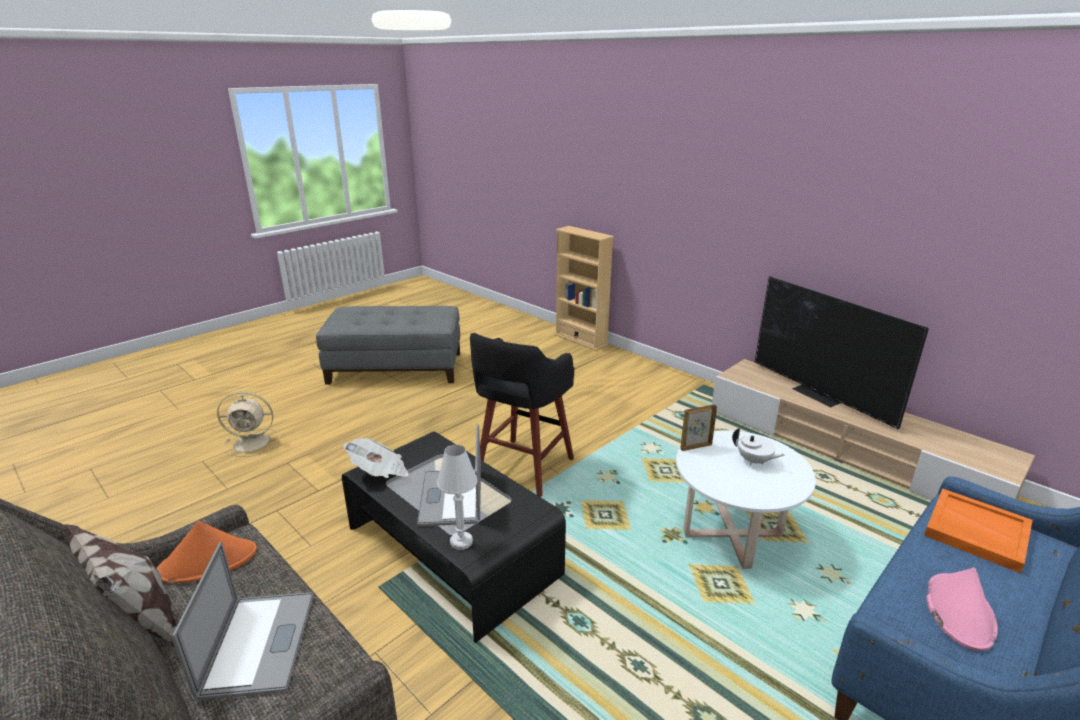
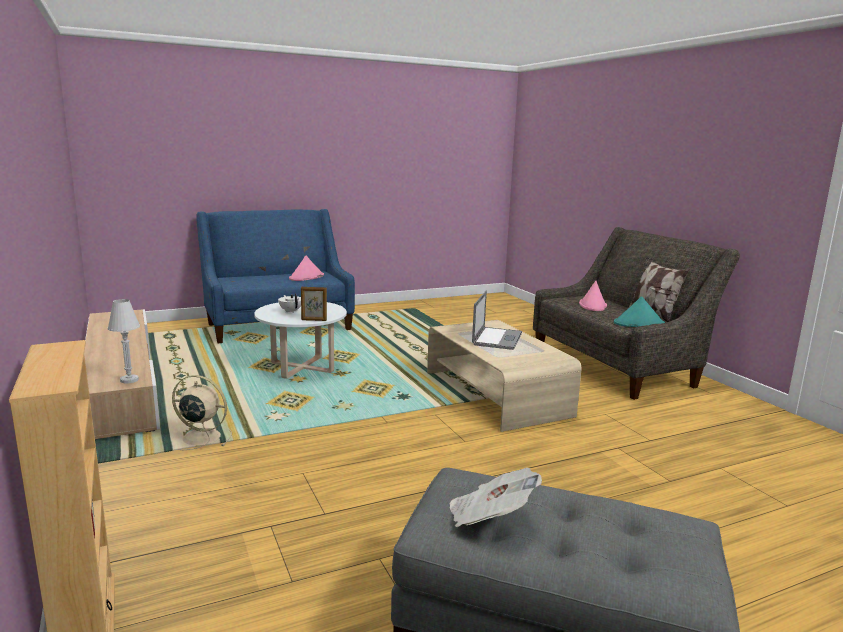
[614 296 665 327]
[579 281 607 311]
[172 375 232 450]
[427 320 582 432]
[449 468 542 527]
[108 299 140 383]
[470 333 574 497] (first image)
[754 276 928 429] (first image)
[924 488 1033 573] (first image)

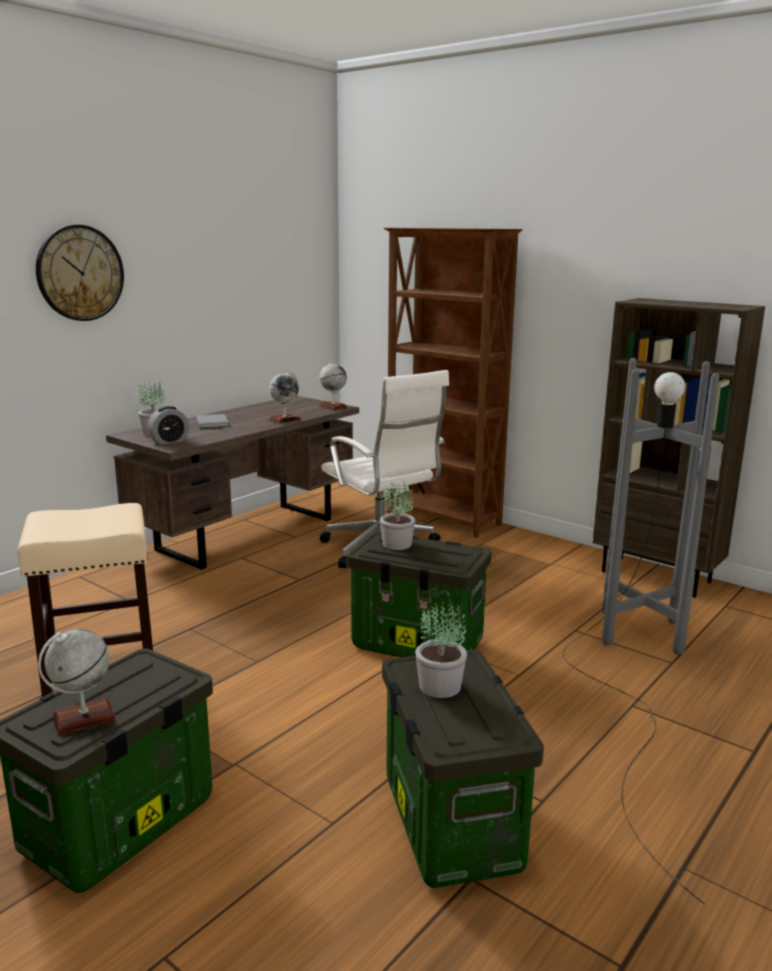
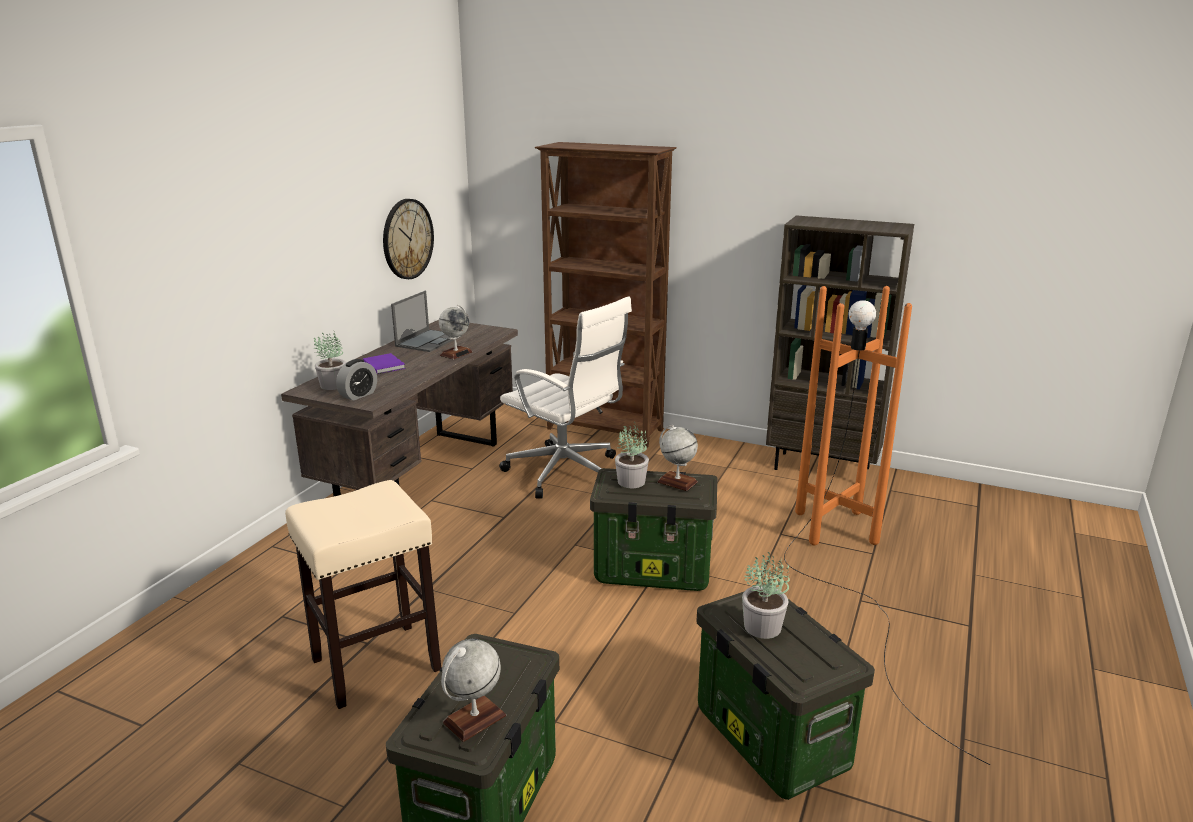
[383 199 434 279]
[363 353 406 374]
[657 425 698 491]
[784 286 990 765]
[391 291 462 352]

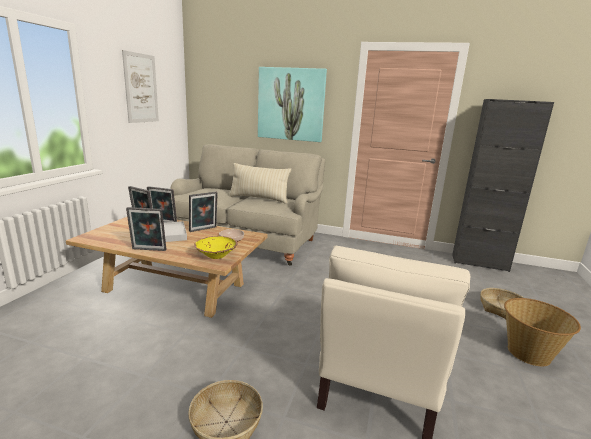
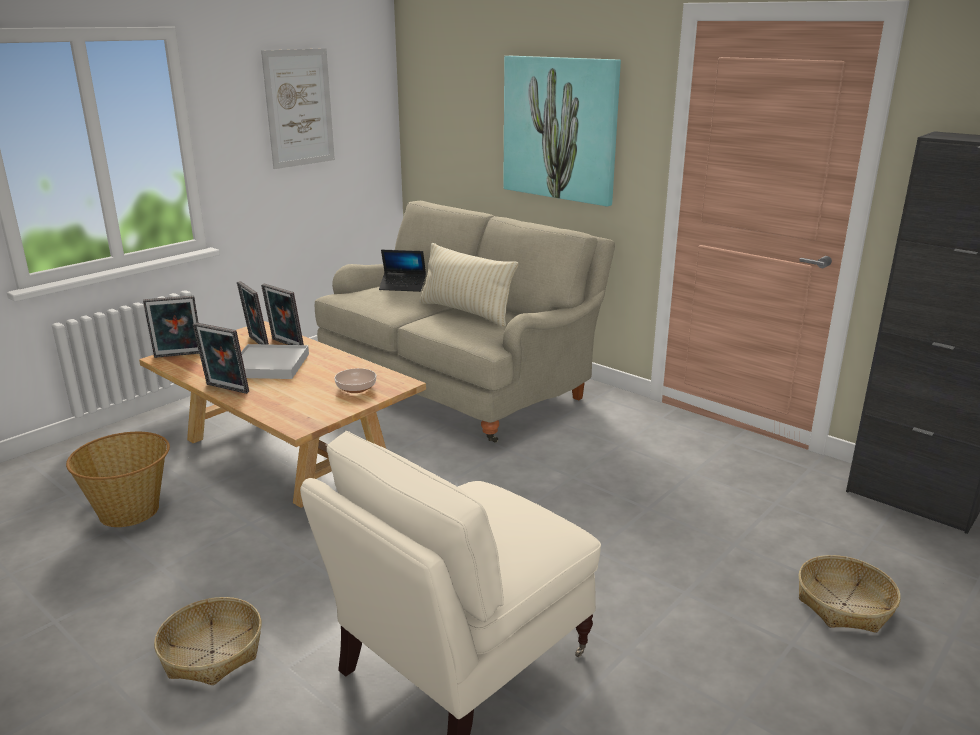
[143 295 199 358]
[194 236 238 259] (first image)
[66 432 170 527]
[379 250 426 292]

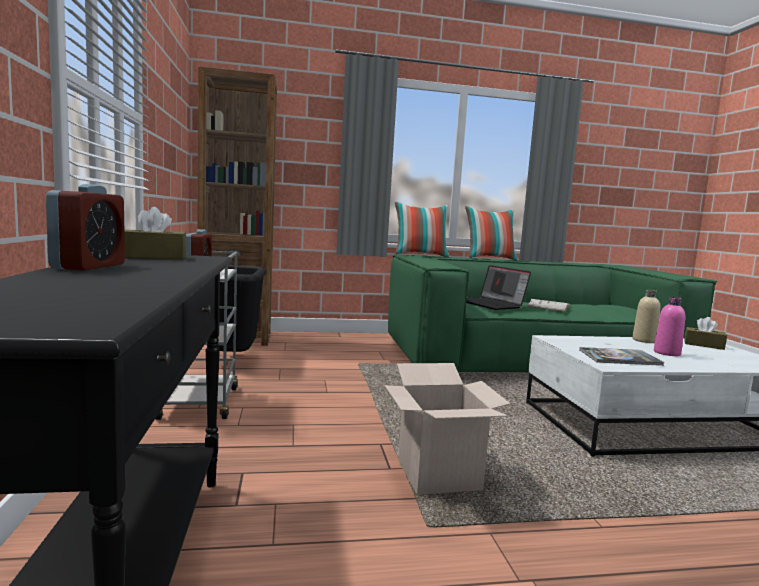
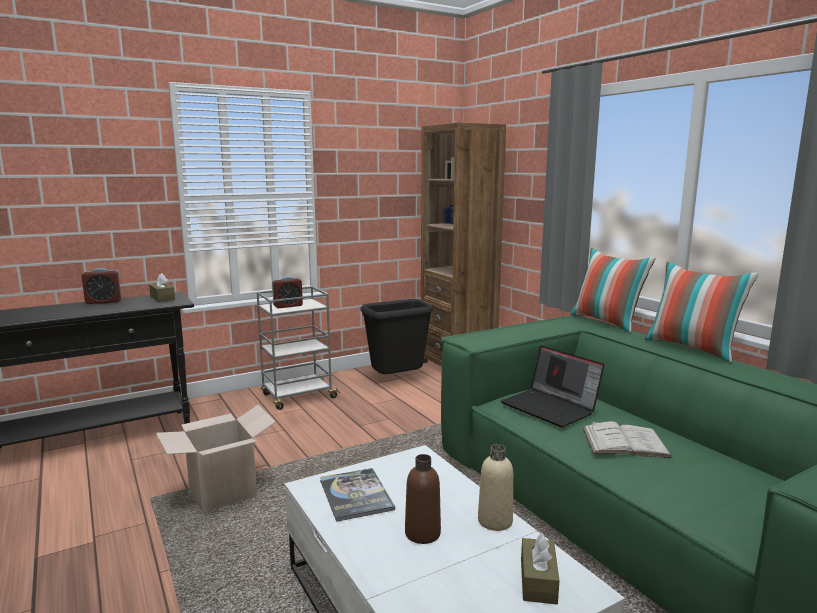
[501 346 604 427]
[405 454 441 544]

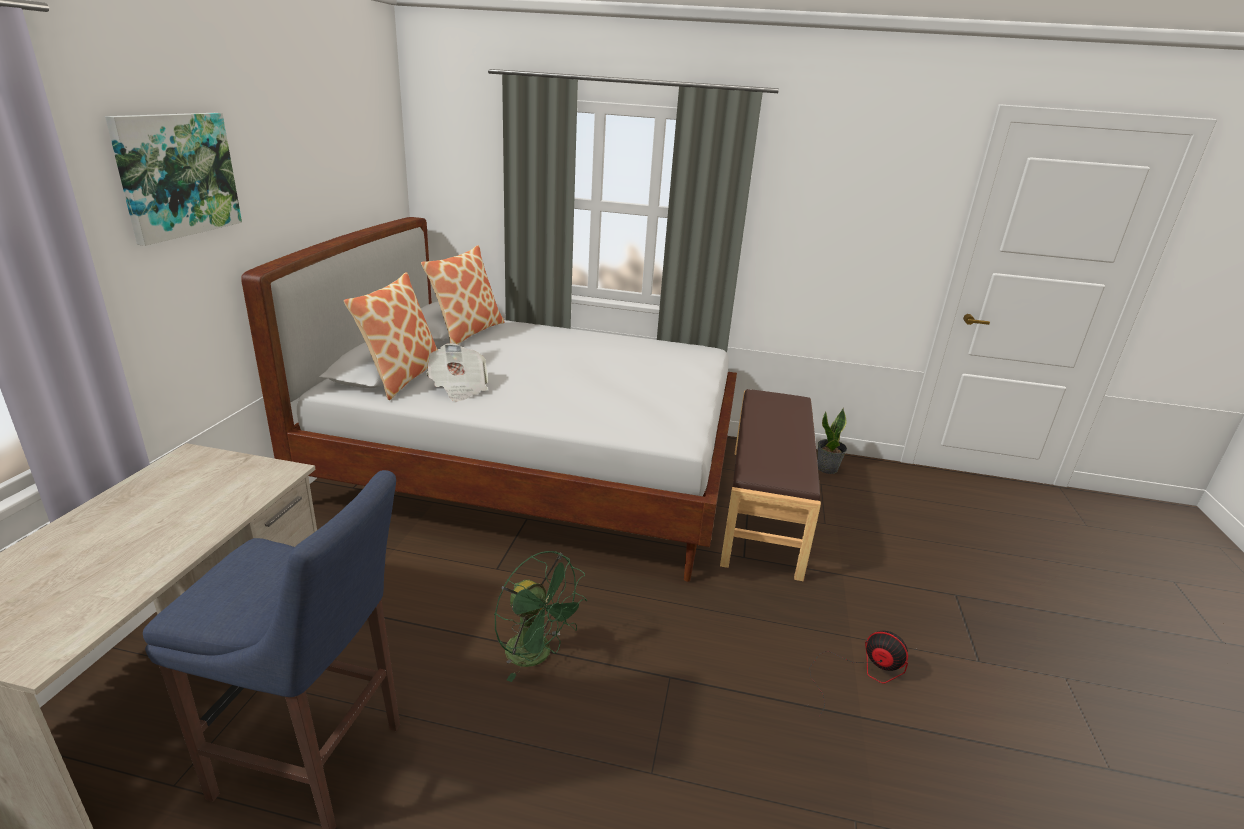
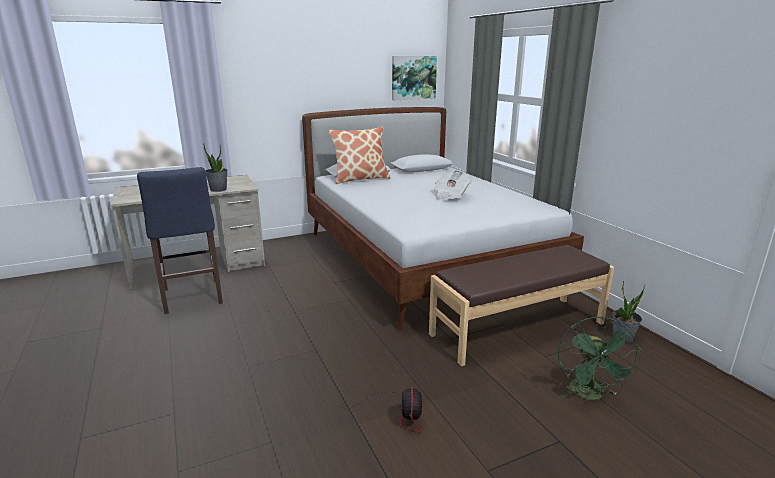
[392 56 437 100]
[421 245 505 344] (first image)
[435 170 472 200]
[558 316 642 400]
[203 143 228 192]

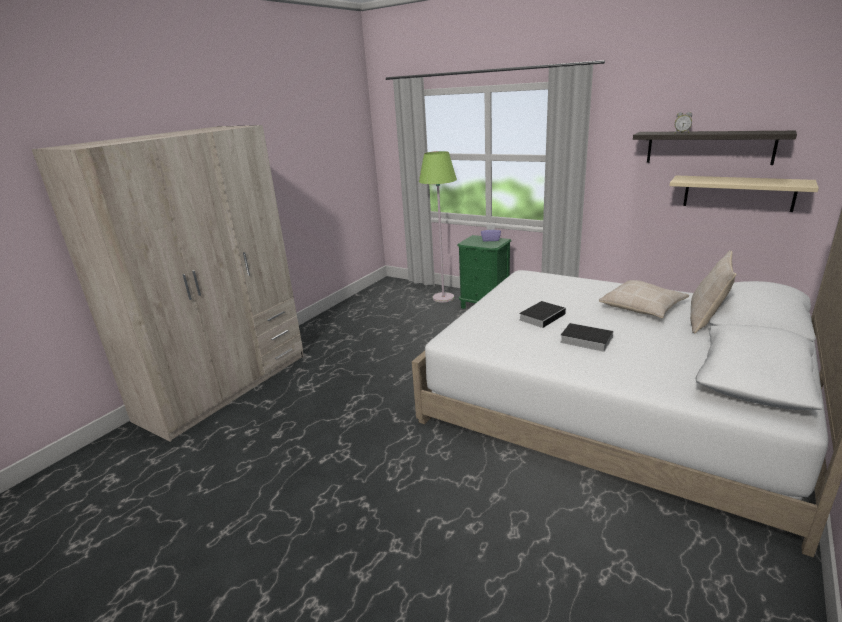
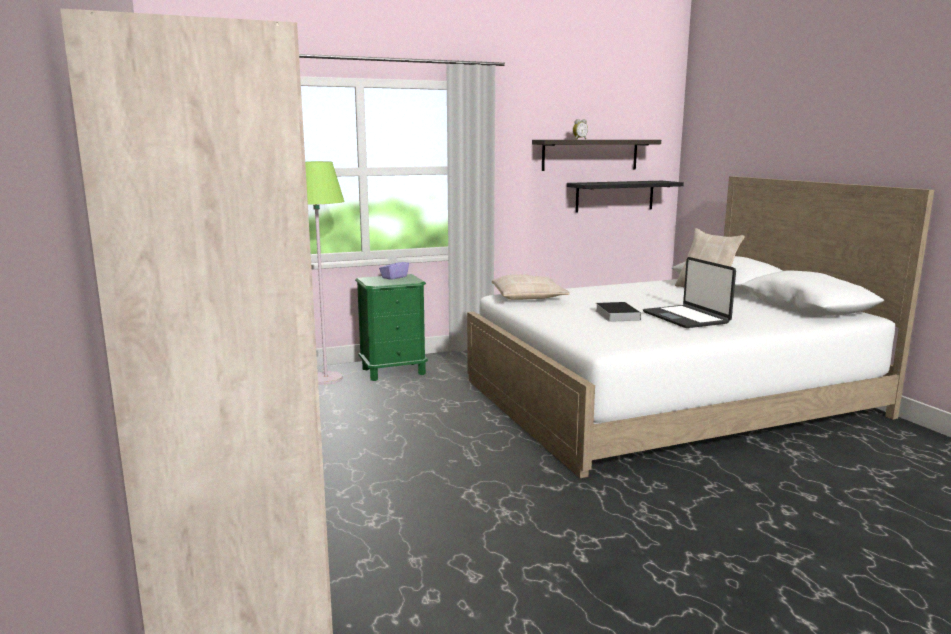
[643 257 736 328]
[492 274 570 300]
[567 181 684 212]

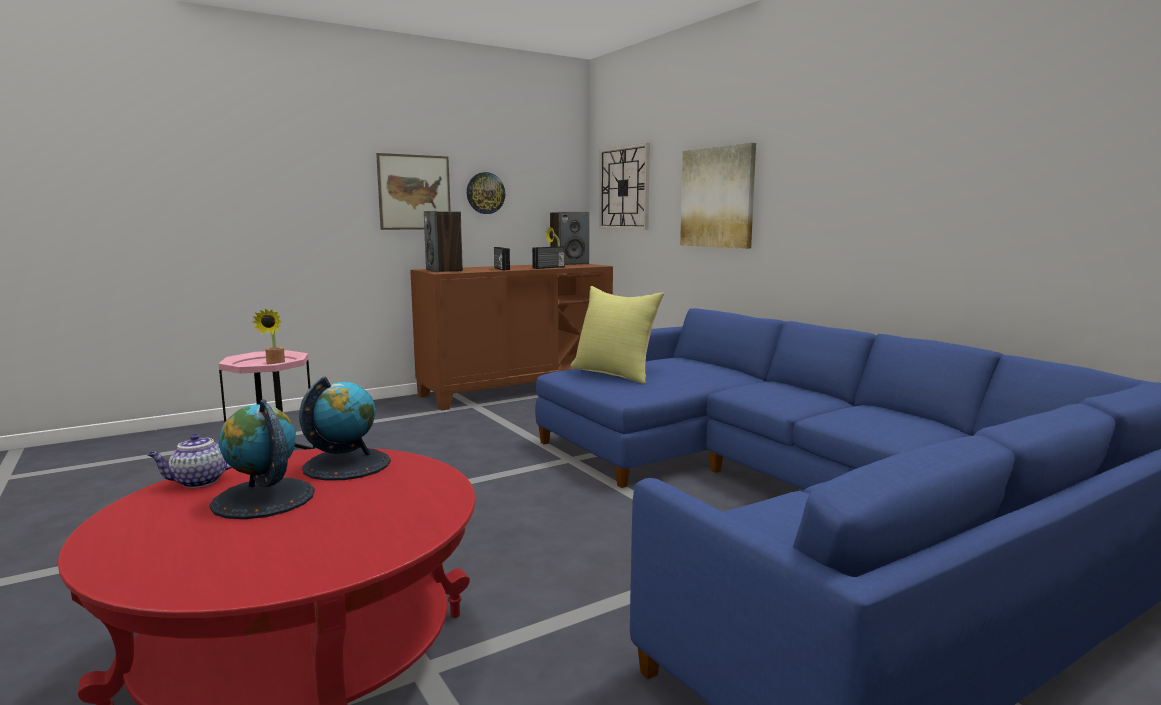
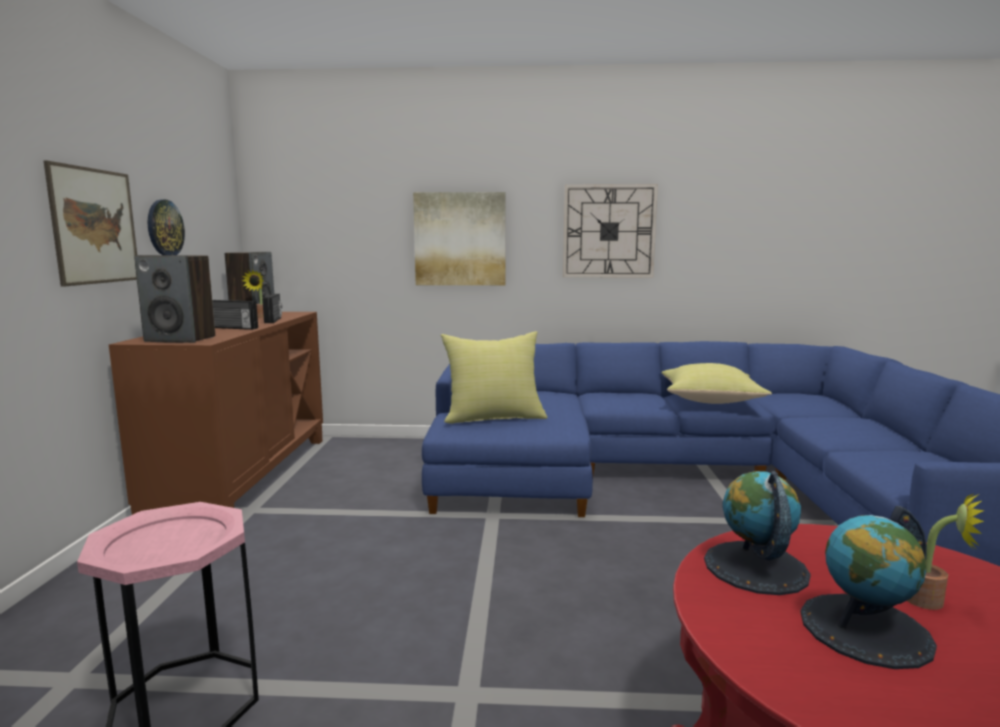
[147 434 232 488] (first image)
[907 494 984 610]
[563 184 658 278]
[661 363 772 404]

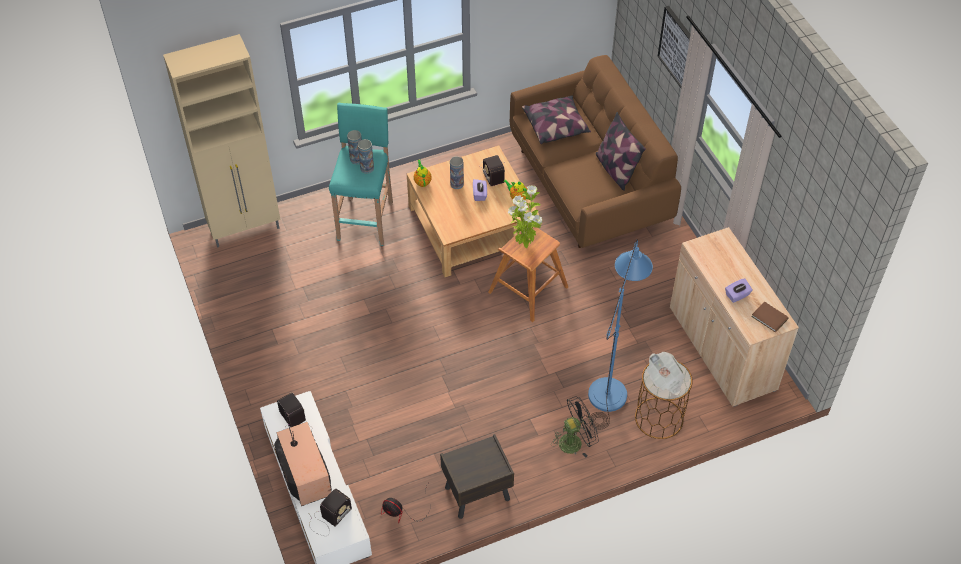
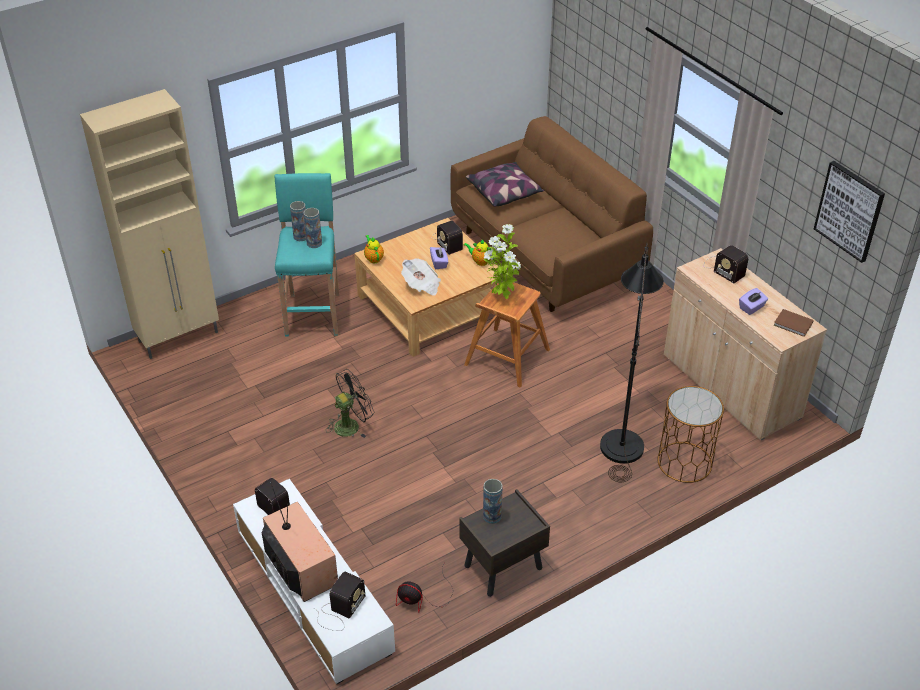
[483 479 503 524]
[327 369 374 438]
[600 243 664 482]
[595 112 646 191] (first image)
[401 258 441 296]
[814 161 885 263]
[703 245 748 283]

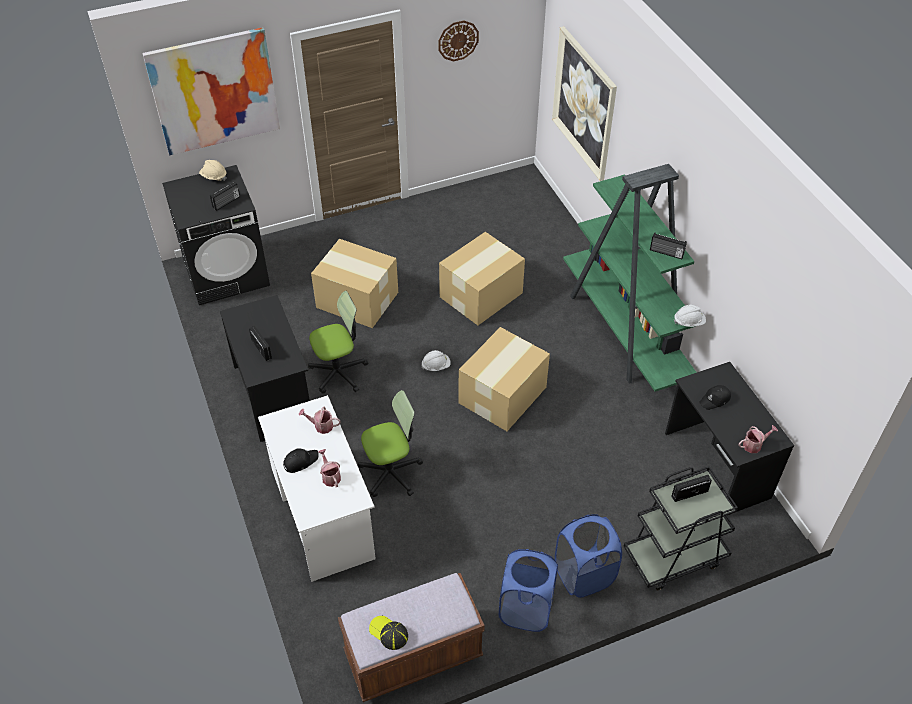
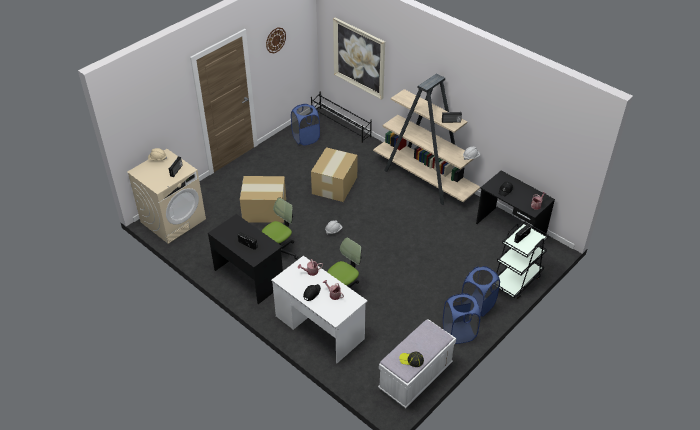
[142 27 280 155] (first image)
[127 149 206 244]
[378 319 456 408]
[459 327 550 431] (first image)
[373 73 480 205]
[291 104 320 146]
[311 91 372 143]

